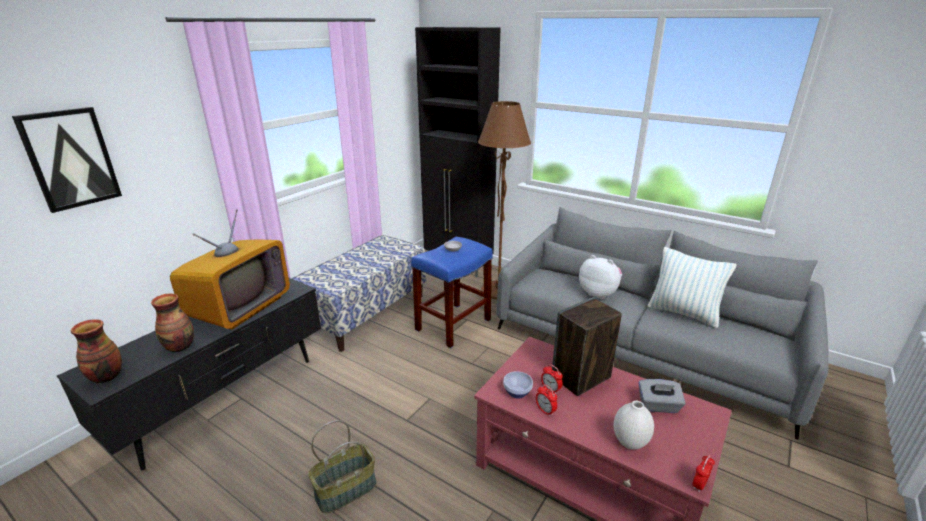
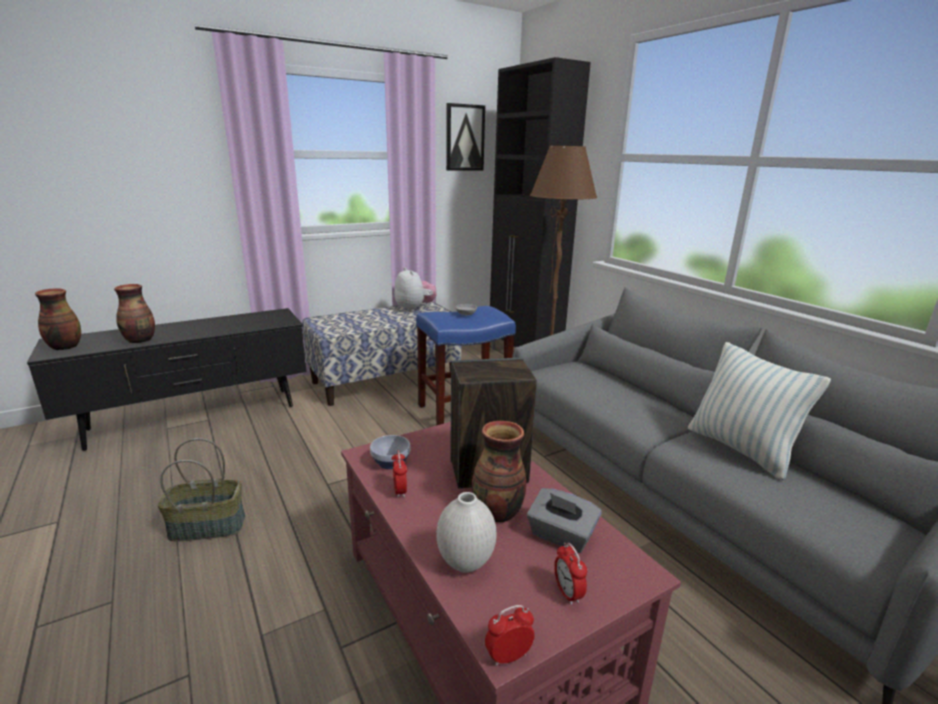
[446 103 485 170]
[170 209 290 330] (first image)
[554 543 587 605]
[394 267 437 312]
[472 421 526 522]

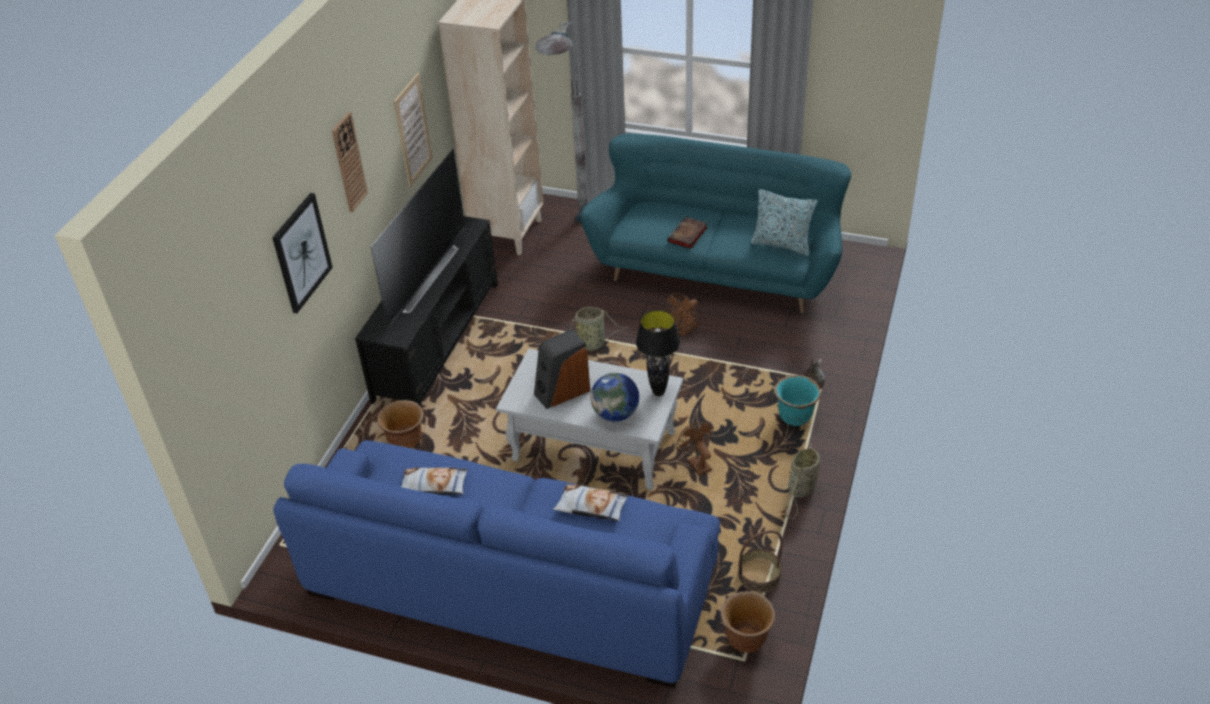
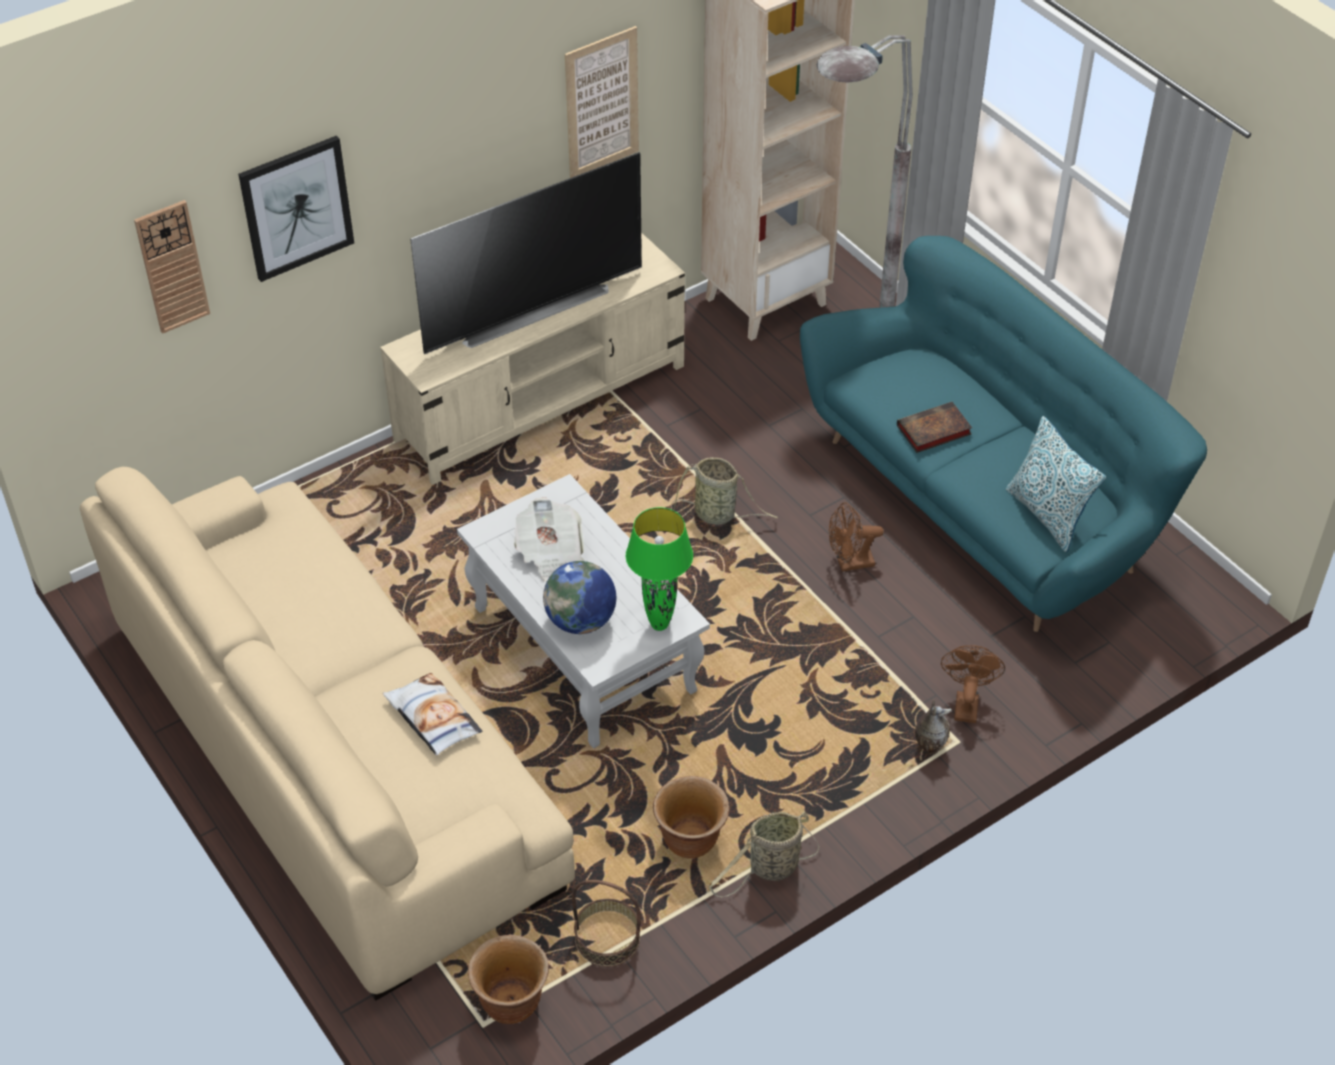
[80 467 575 1001]
[134 200 210 334]
[380 233 685 485]
[653 776 730 858]
[401 467 468 495] (first image)
[514 497 584 582]
[626 507 693 631]
[941 645 1005 723]
[774 375 821 426] (first image)

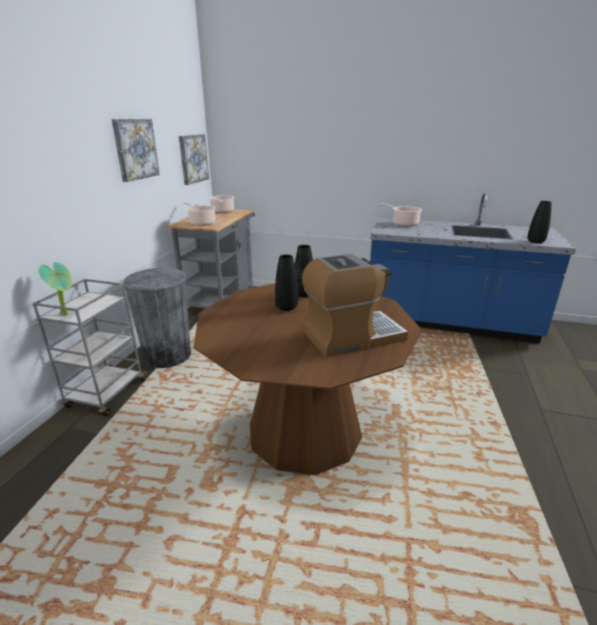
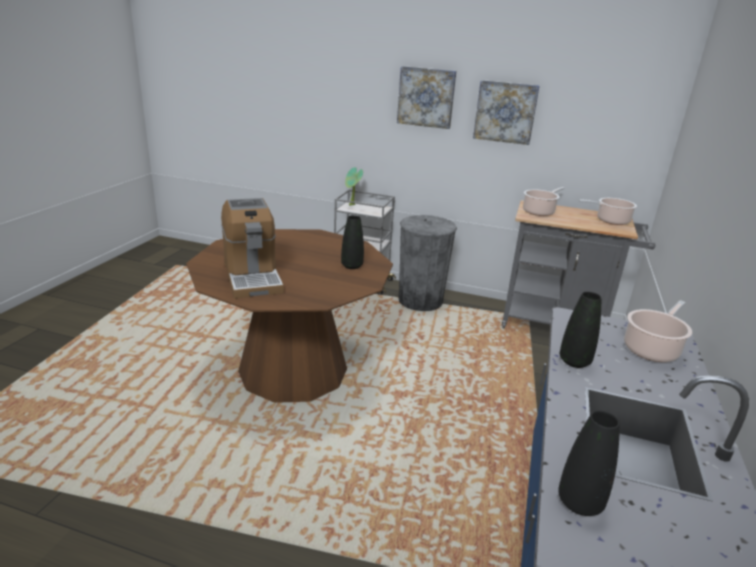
[397 66 456 129]
[560 292 601 368]

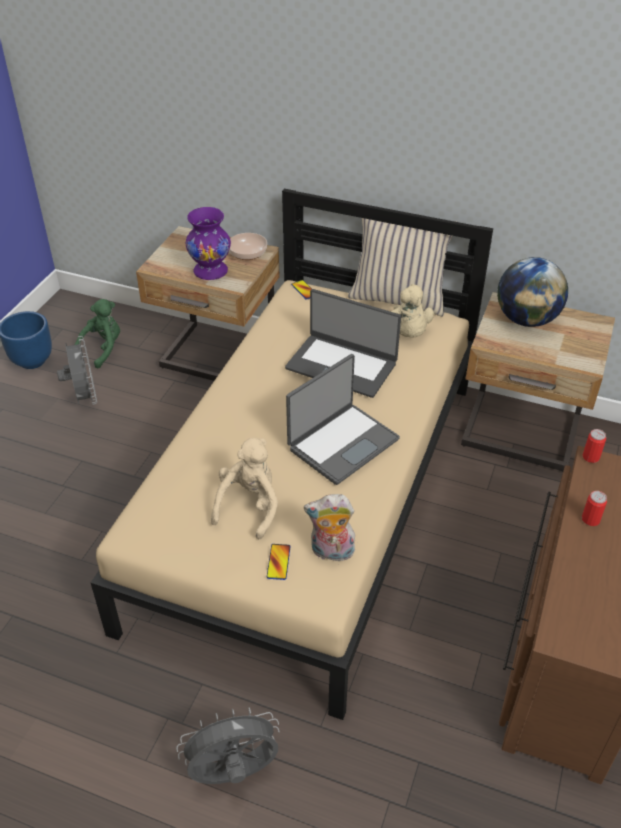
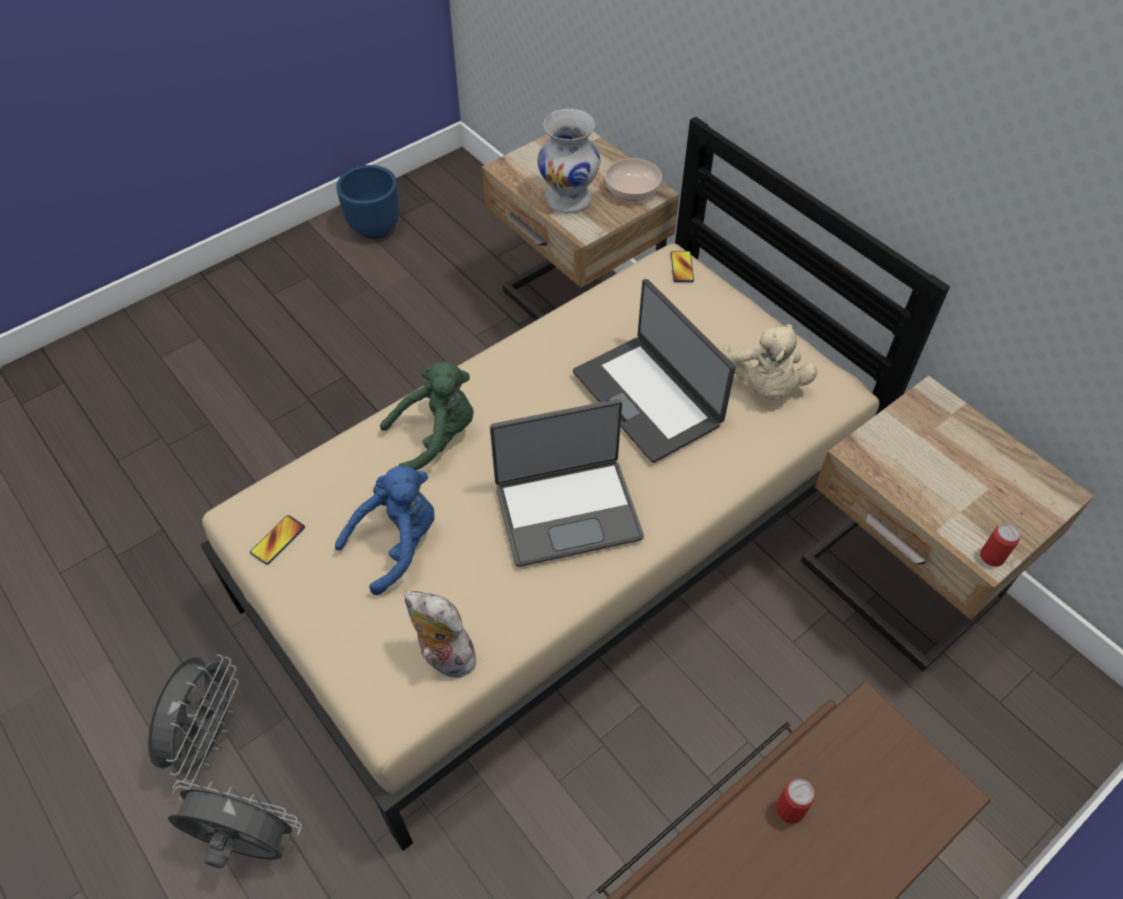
[148 654 239 782]
[380 361 474 470]
[537 109 600 213]
[335 466 435 595]
[250 515 305 565]
[348 218 458 316] (first image)
[497 257 568 327] (first image)
[980 523 1020 567]

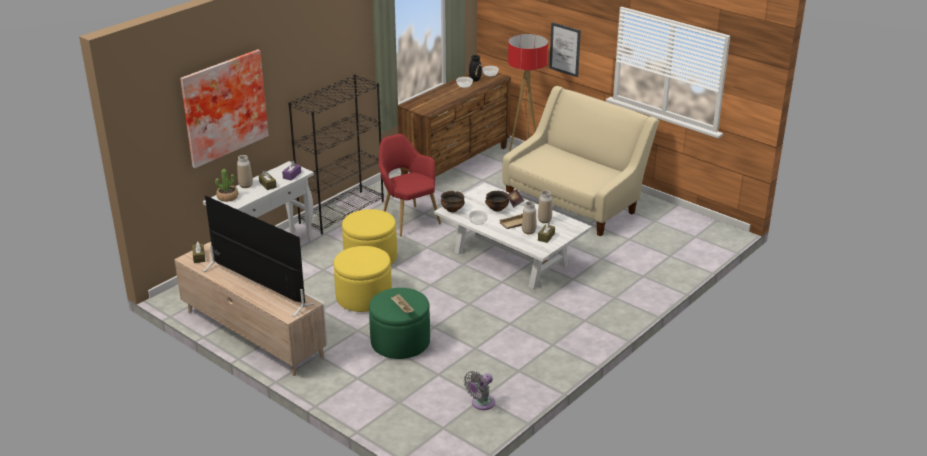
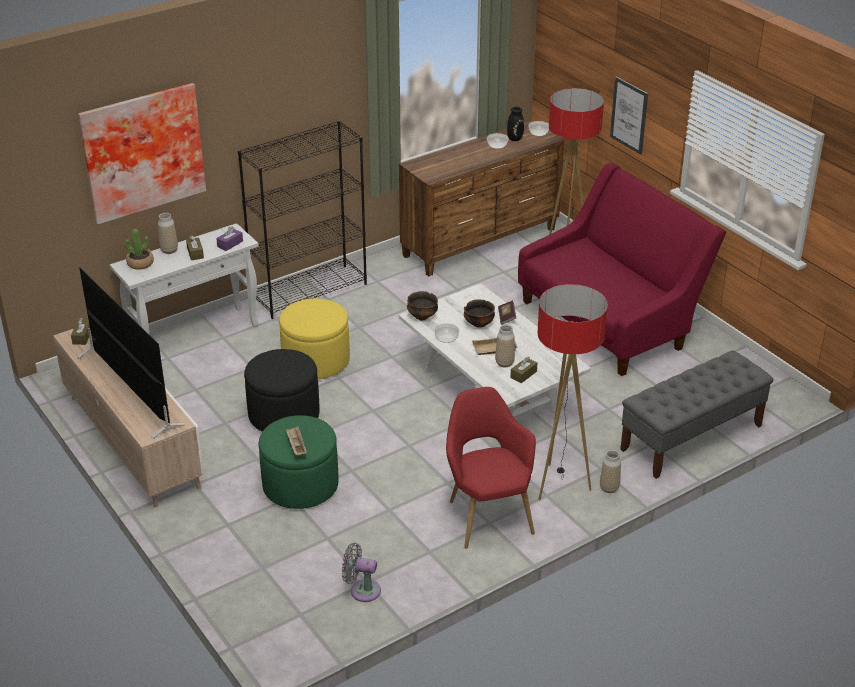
[244 349 320 432]
[446 387 536 549]
[342 543 381 602]
[518 163 726 376]
[600 450 621 493]
[537 284 608 500]
[620 350 773 479]

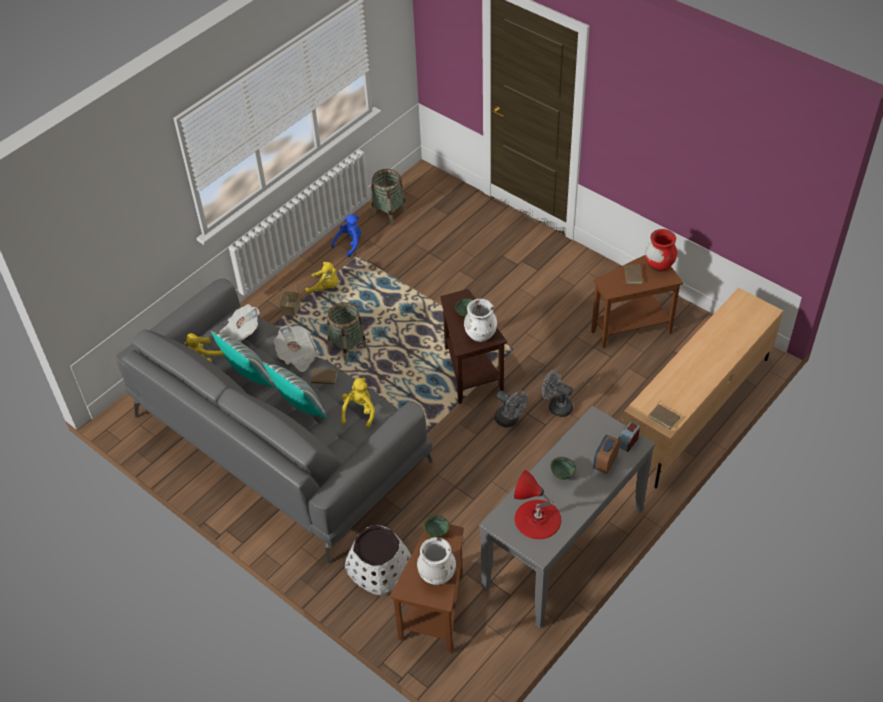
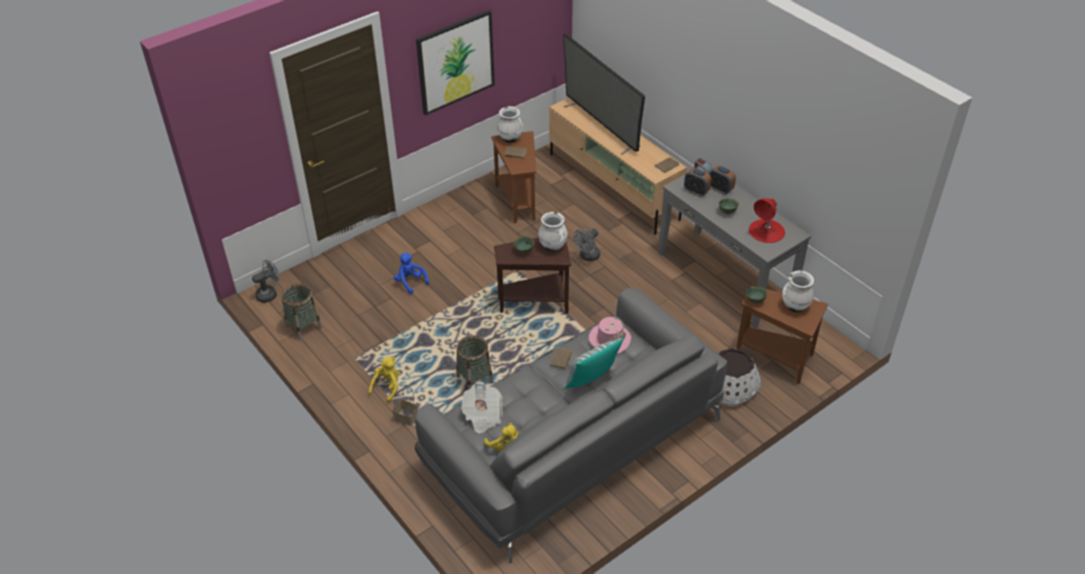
[211 330 274 388] (first image)
[274 325 319 372] (first image)
[394 253 429 294]
[589 317 631 354]
[252 260 280 303]
[497 106 523 143]
[416 10 495 115]
[563 33 645 155]
[684 168 712 197]

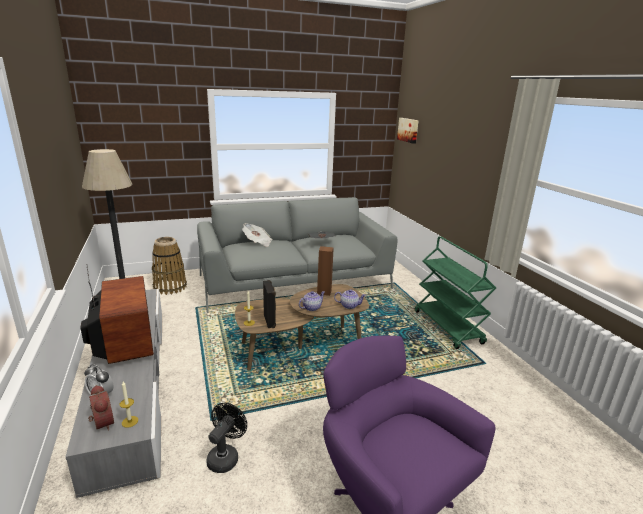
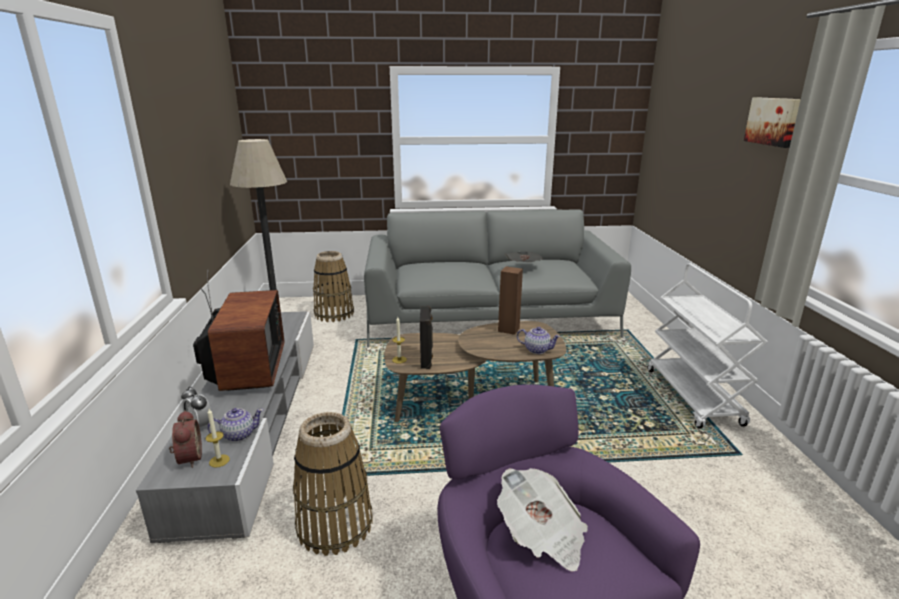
[293 412 373 556]
[497 468 588 572]
[207 408 264 442]
[744 97 801 148]
[647 263 767 429]

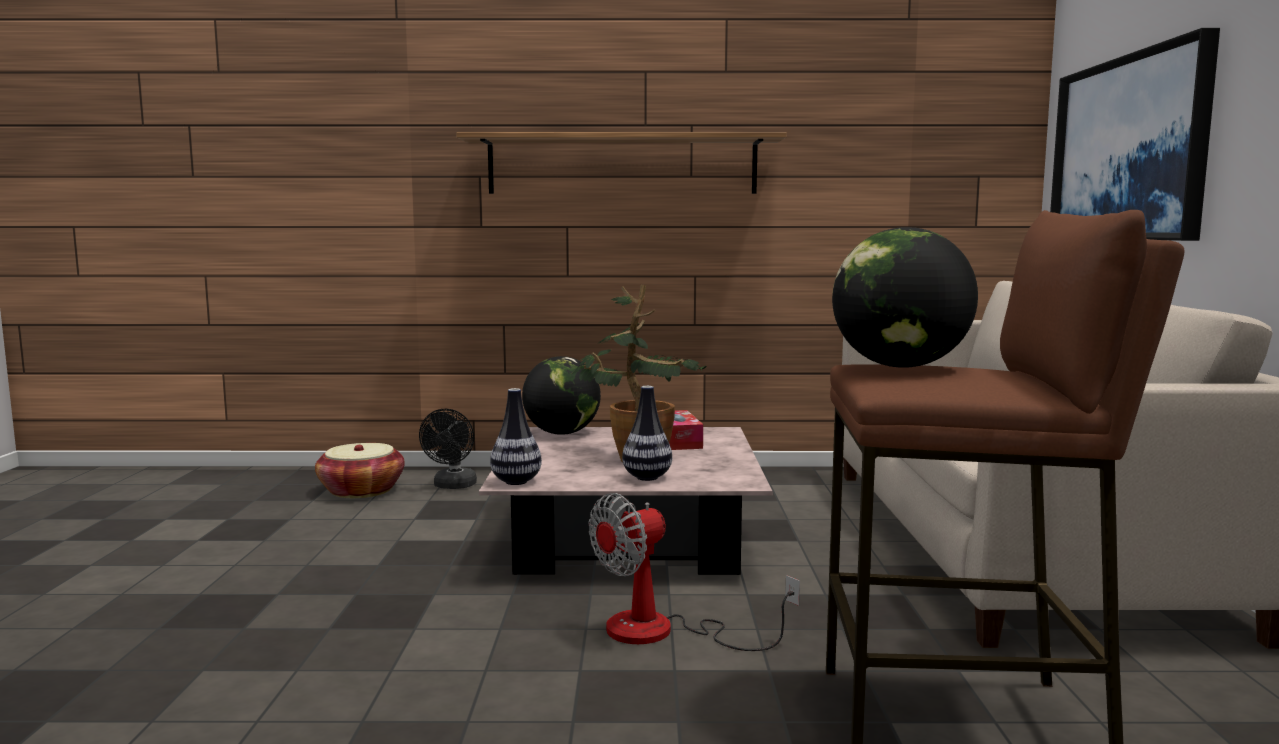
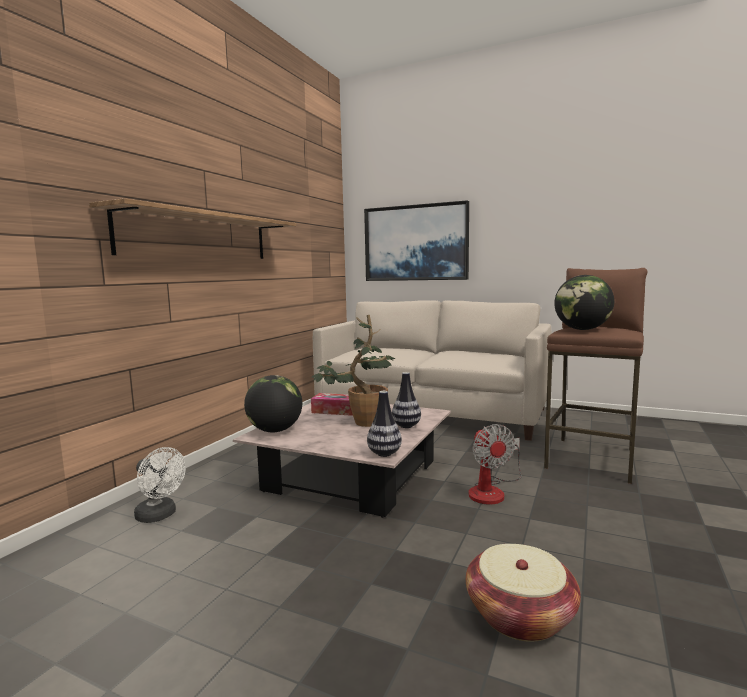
[466 544 581 642]
[134 447 186 523]

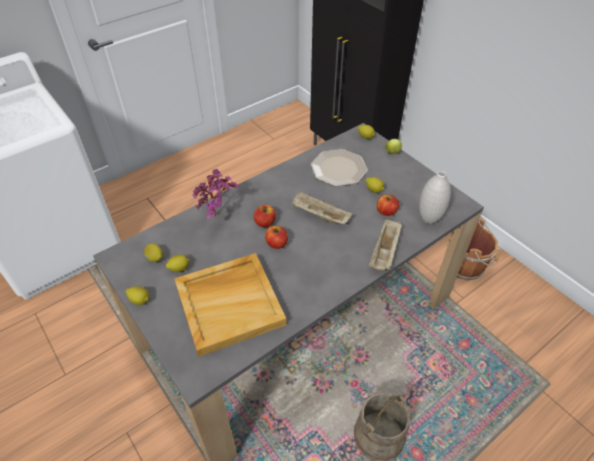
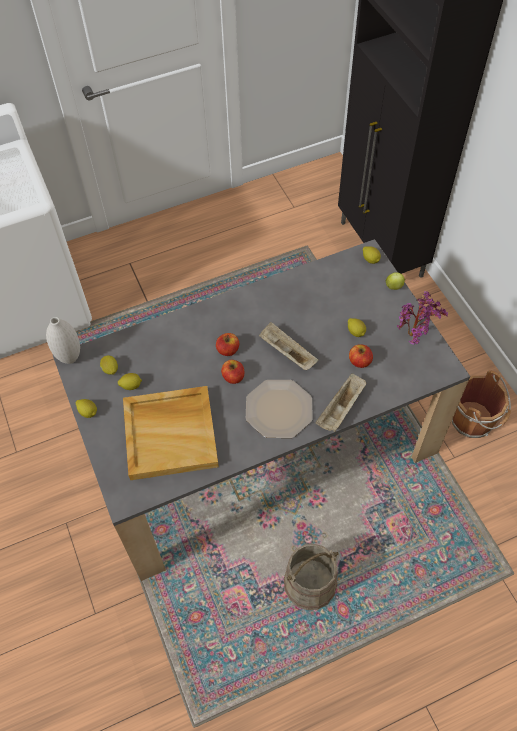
[397 291 448 345]
[246 380 313 438]
[46 317 80 364]

